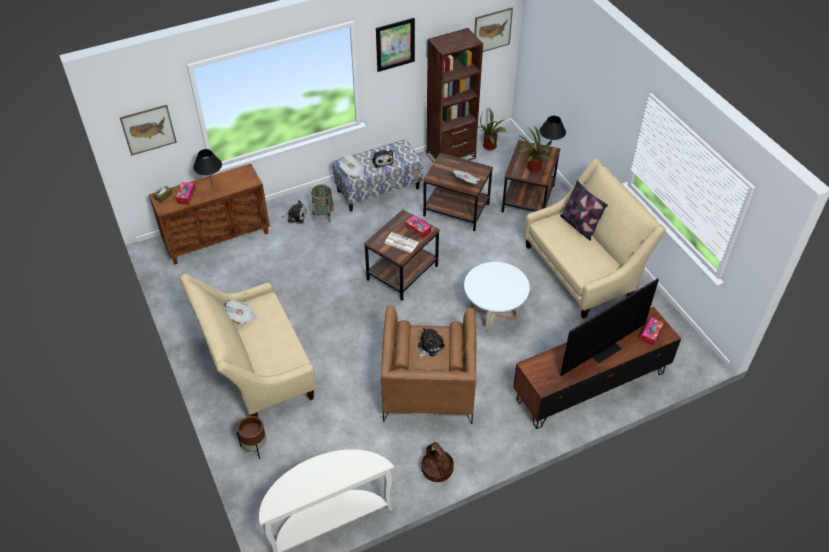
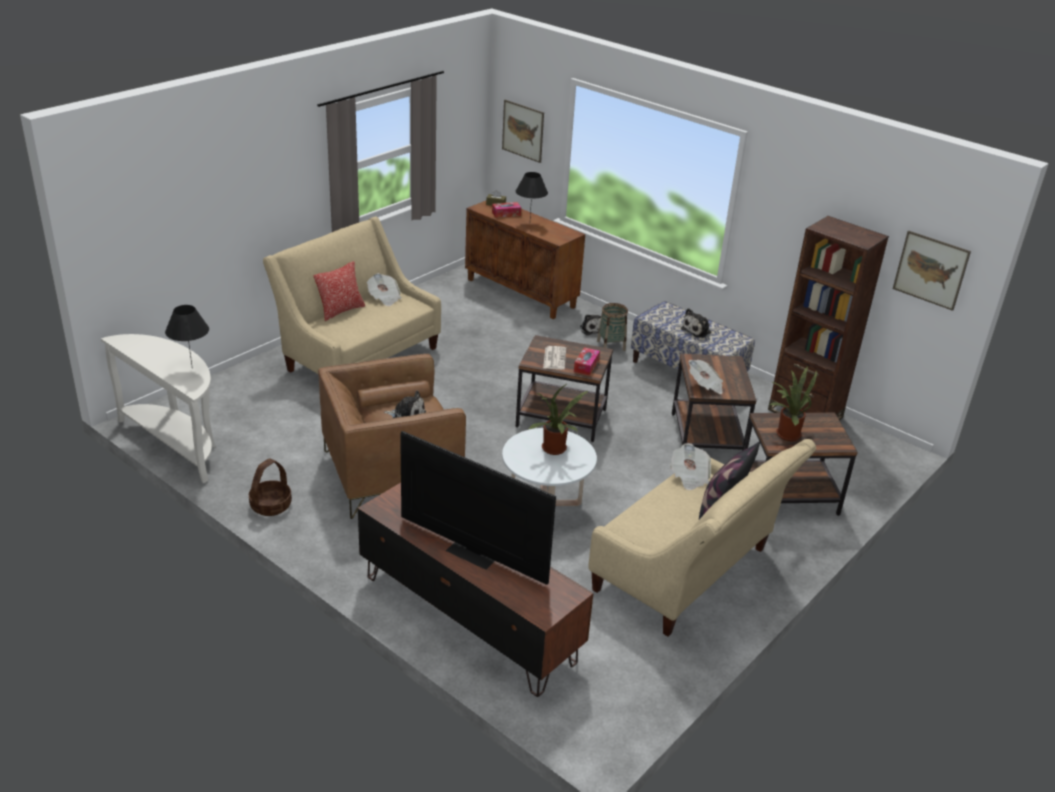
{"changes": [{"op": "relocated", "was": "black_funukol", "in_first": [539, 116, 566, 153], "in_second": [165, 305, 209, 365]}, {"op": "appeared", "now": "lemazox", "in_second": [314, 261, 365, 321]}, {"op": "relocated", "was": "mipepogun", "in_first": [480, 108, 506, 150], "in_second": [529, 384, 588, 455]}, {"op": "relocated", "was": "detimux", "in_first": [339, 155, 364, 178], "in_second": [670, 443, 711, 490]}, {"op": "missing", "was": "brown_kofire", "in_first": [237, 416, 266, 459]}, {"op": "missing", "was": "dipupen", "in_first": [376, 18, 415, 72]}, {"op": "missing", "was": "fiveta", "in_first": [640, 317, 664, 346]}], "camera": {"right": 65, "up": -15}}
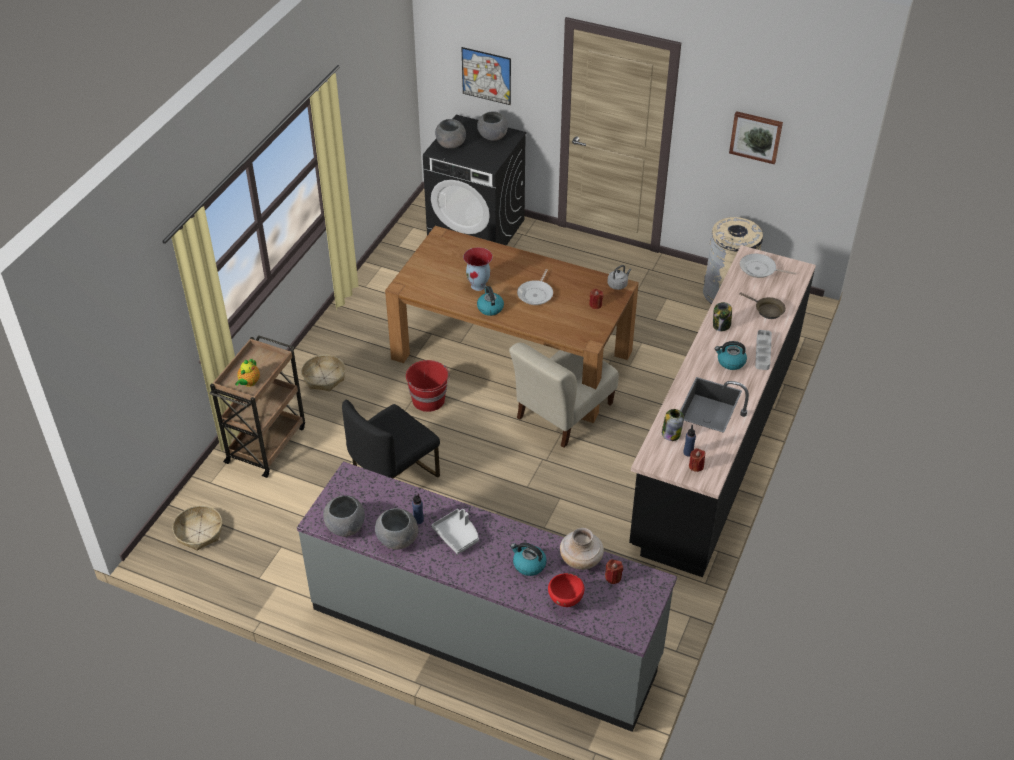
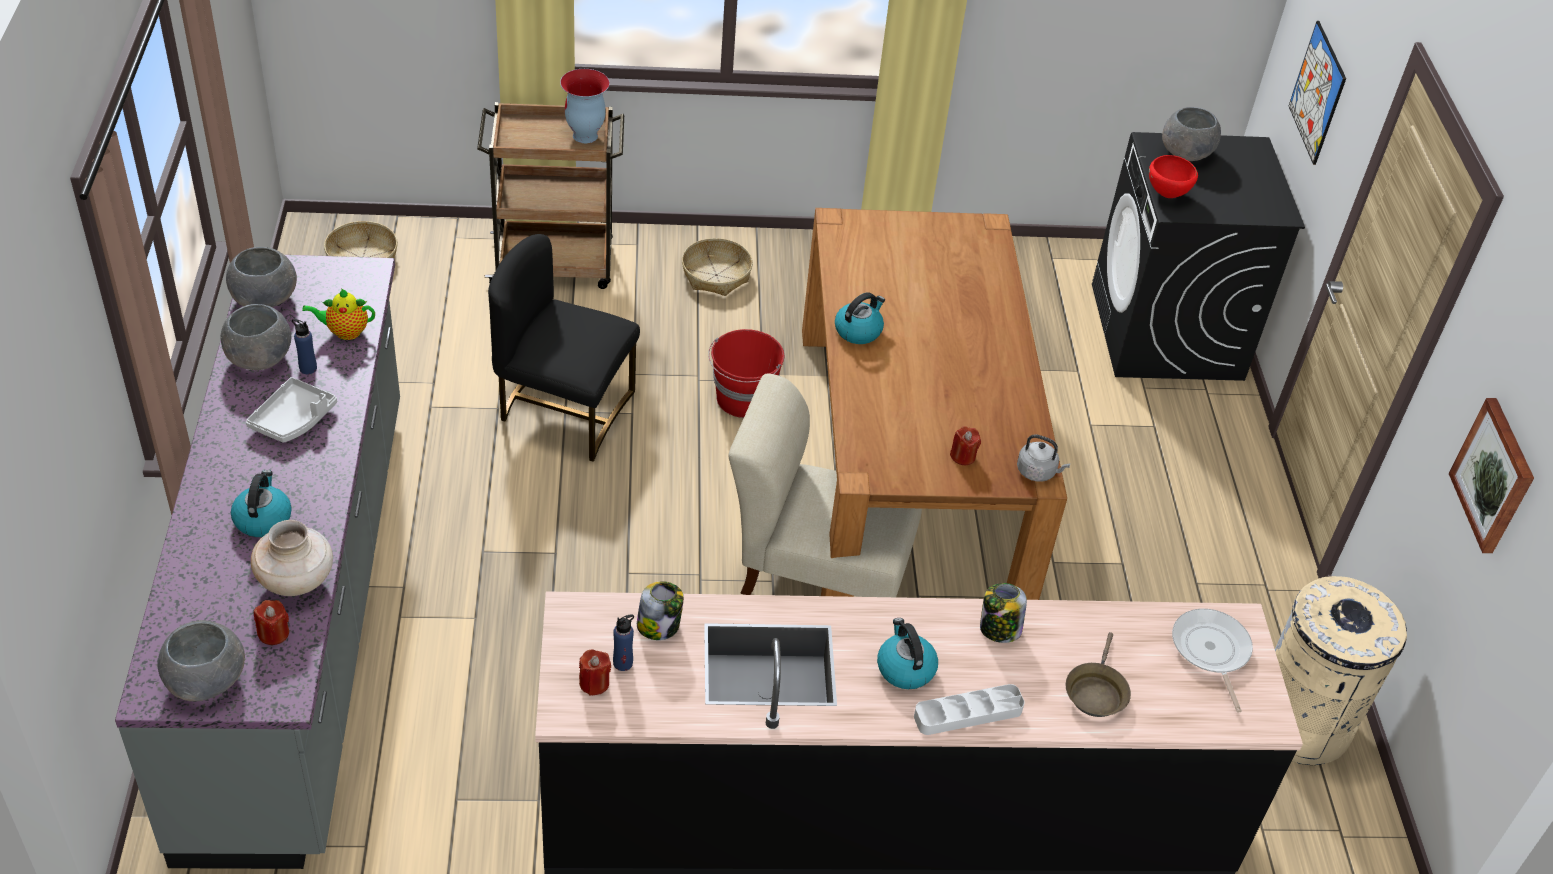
{"changes": [{"op": "relocated", "was": "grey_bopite", "in_first": [477, 111, 508, 141], "in_second": [157, 620, 245, 701]}, {"op": "relocated", "was": "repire", "in_first": [235, 358, 260, 387], "in_second": [303, 289, 375, 340]}, {"op": "relocated", "was": "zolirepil", "in_first": [463, 247, 493, 291], "in_second": [560, 69, 610, 143]}, {"op": "relocated", "was": "red_bopite", "in_first": [548, 573, 584, 607], "in_second": [1149, 155, 1198, 198]}, {"op": "missing", "was": "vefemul", "in_first": [517, 269, 553, 305]}], "camera": {"right": 60, "up": 0}}
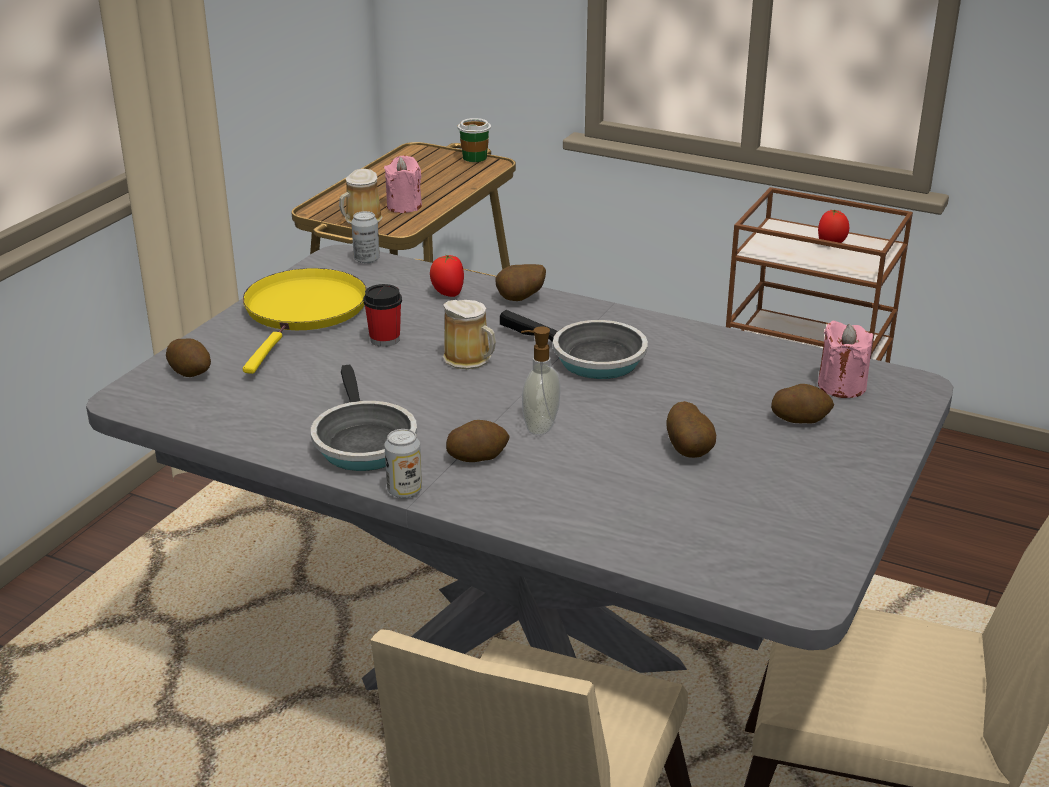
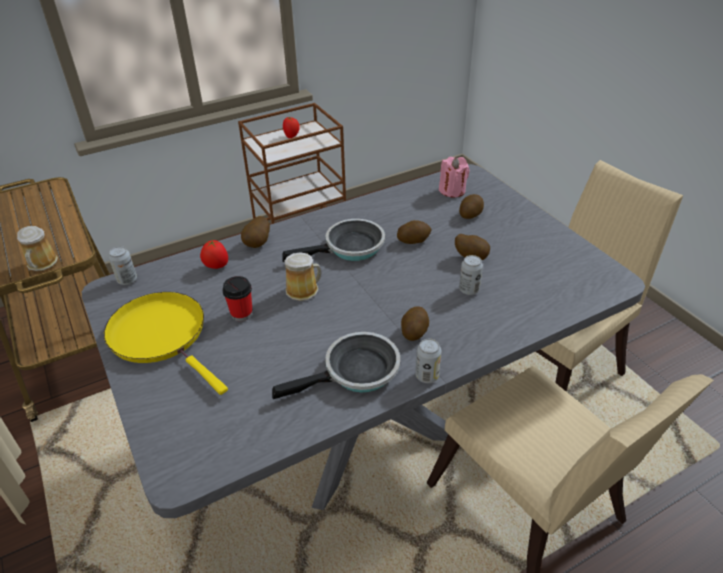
{"changes": [{"op": "spun", "was": "vefemul", "in_first": [311, 365, 417, 471], "in_second": [272, 332, 400, 399], "clockwise": -45}, {"op": "relocated", "was": "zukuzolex", "in_first": [166, 338, 211, 377], "in_second": [397, 220, 432, 244]}, {"op": "appeared", "now": "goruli", "in_second": [459, 255, 483, 295]}, {"op": "missing", "was": "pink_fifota", "in_first": [384, 155, 422, 213]}, {"op": "missing", "was": "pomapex", "in_first": [458, 118, 491, 162]}, {"op": "missing", "was": "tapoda", "in_first": [521, 326, 560, 435]}], "camera": {"right": -55, "up": 10}}
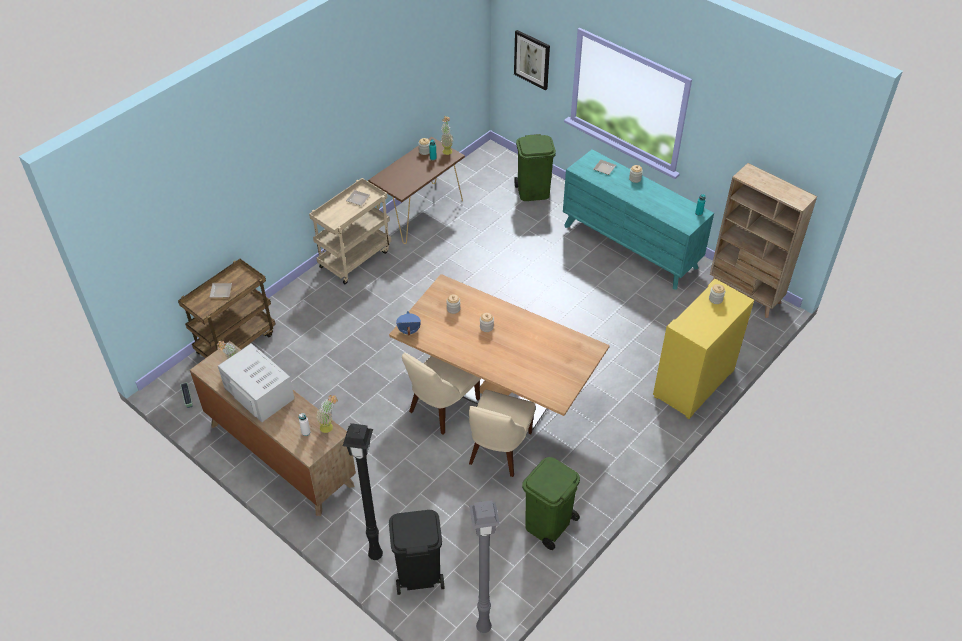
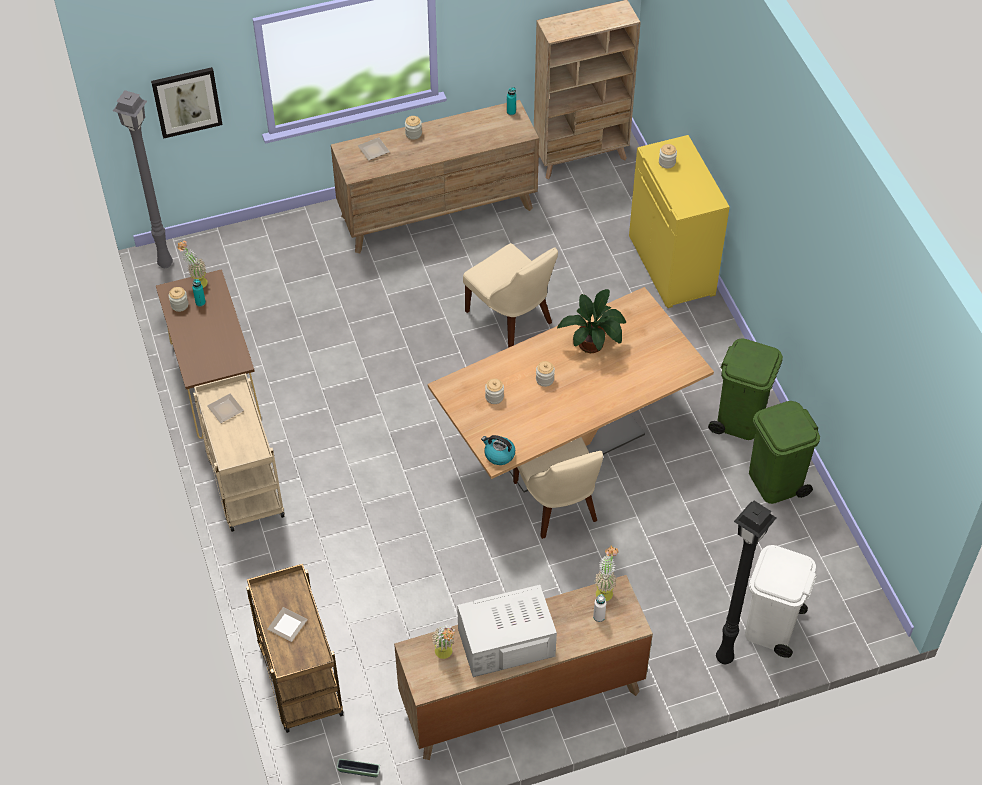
{"changes": [{"op": "relocated", "was": "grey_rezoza", "in_first": [469, 500, 500, 633], "in_second": [113, 90, 173, 268]}, {"op": "colour", "was": "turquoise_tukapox", "now": "brown_tukapox", "in_first": [563, 150, 714, 290], "in_second": [331, 100, 539, 253]}, {"op": "relocated", "was": "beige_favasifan", "in_first": [469, 390, 536, 477], "in_second": [463, 243, 558, 348]}, {"op": "exchanged", "was": "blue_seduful", "now": "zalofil", "in_first": [396, 311, 421, 336], "in_second": [481, 435, 515, 465]}, {"op": "appeared", "now": "mipepogun", "in_second": [557, 289, 626, 353]}, {"op": "relocated", "was": "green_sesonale", "in_first": [514, 134, 556, 201], "in_second": [708, 338, 783, 440]}, {"op": "colour", "was": "black_sesonale", "now": "white_sesonale", "in_first": [389, 510, 445, 595], "in_second": [745, 545, 816, 658]}], "camera": {"right": -60, "up": 5}}
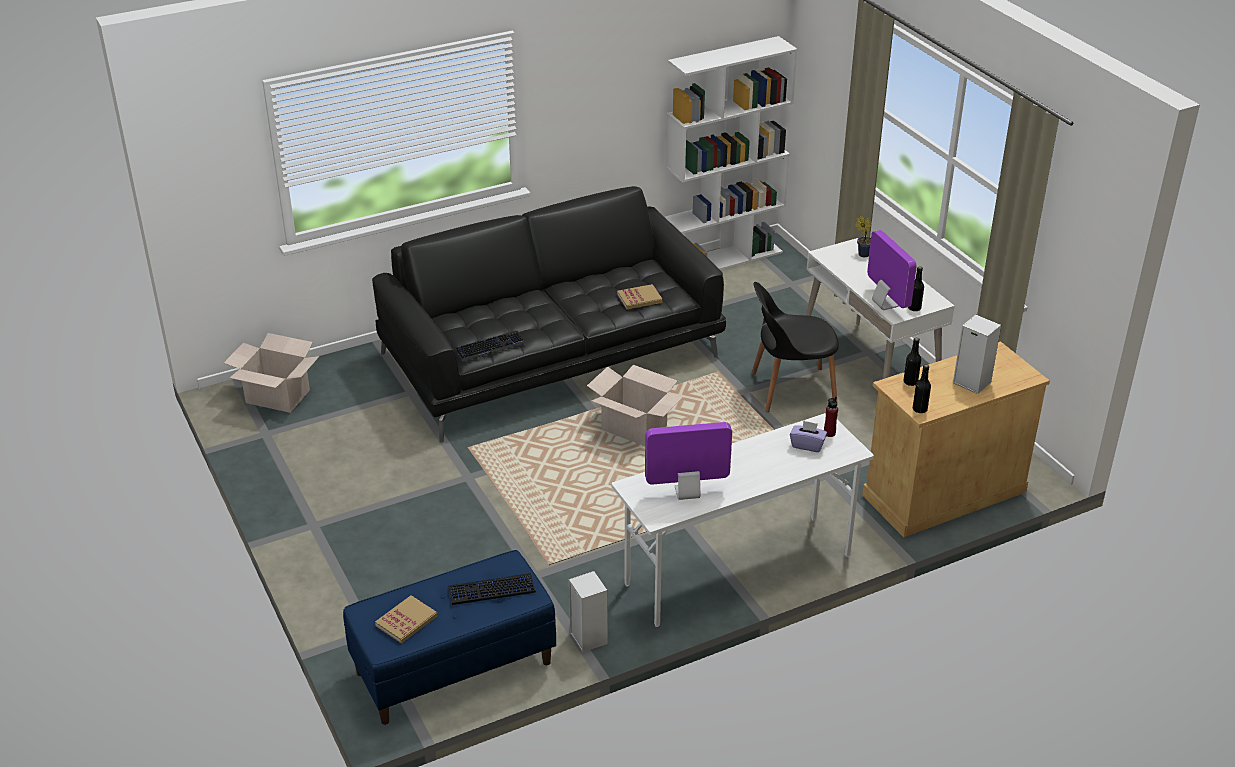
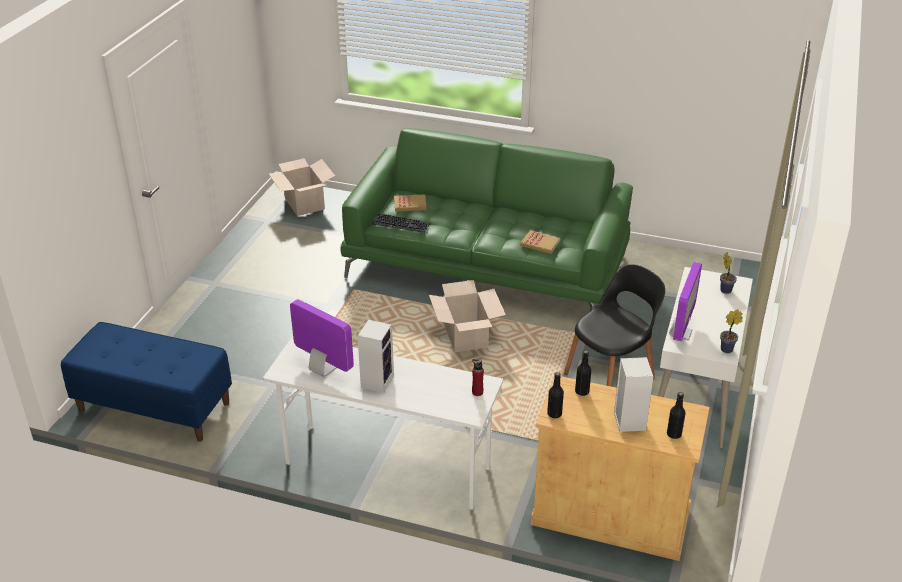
{"changes": [{"op": "colour", "was": "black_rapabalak", "now": "green_rapabalak", "in_first": [372, 186, 726, 443], "in_second": [340, 128, 633, 312]}, {"op": "relocated", "was": "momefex", "in_first": [569, 571, 608, 653], "in_second": [358, 319, 394, 393]}, {"op": "relocated", "was": "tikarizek", "in_first": [375, 595, 438, 643], "in_second": [394, 194, 427, 212]}, {"op": "spun", "was": "black_favasifan", "in_first": [751, 282, 839, 412], "in_second": [564, 264, 665, 386], "clockwise": 105}, {"op": "relocated", "was": "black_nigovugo", "in_first": [908, 266, 924, 311], "in_second": [667, 392, 686, 439]}, {"op": "appeared", "now": "mipepogun", "in_second": [720, 309, 743, 353]}, {"op": "missing", "was": "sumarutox", "in_first": [448, 573, 536, 605]}, {"op": "missing", "was": "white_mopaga", "in_first": [665, 36, 798, 270]}, {"op": "missing", "was": "purple_fiveta", "in_first": [790, 420, 827, 452]}], "camera": {"right": 45, "up": 0}}
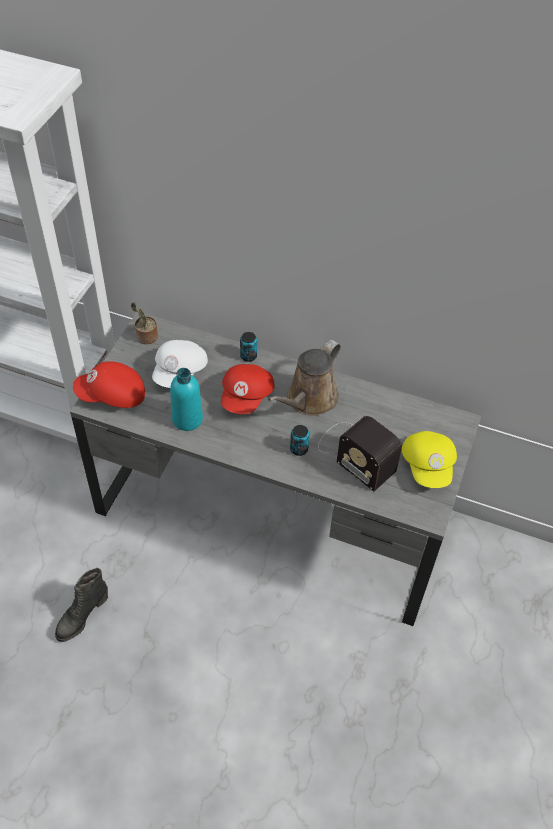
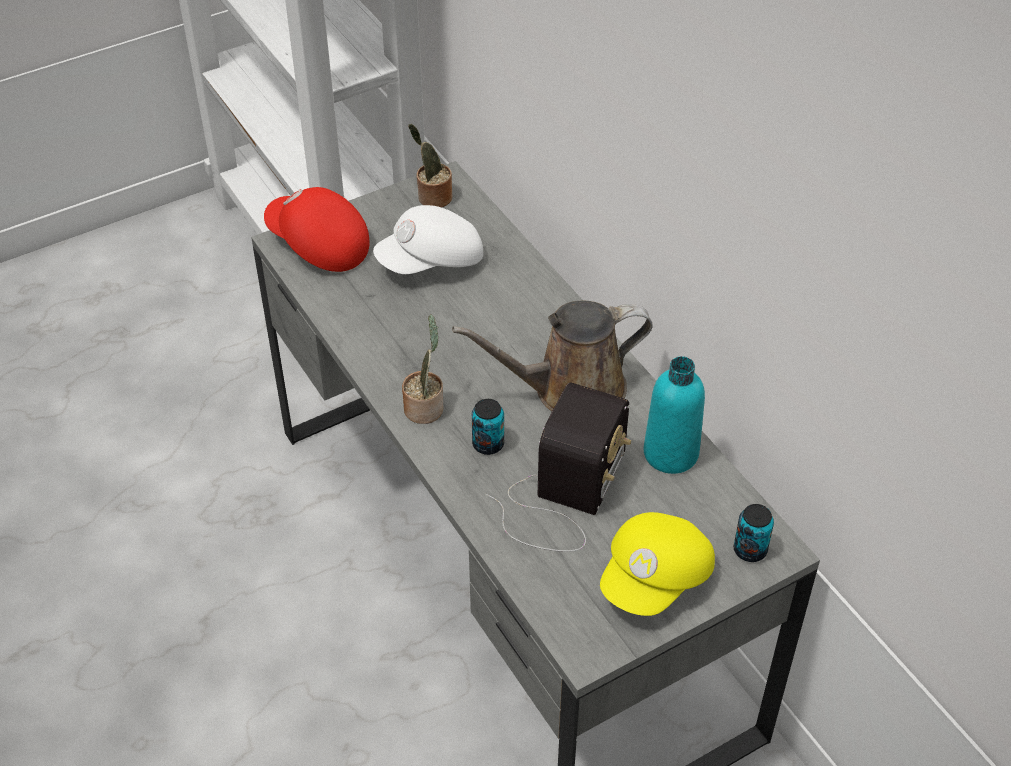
{"changes": [{"op": "appeared", "now": "mipepogun", "in_second": [402, 314, 444, 424]}, {"op": "spun", "was": "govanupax", "in_first": [318, 416, 402, 491], "in_second": [485, 382, 631, 552], "clockwise": -150}, {"op": "relocated", "was": "turquoise_nigovugo", "in_first": [170, 368, 203, 431], "in_second": [644, 356, 705, 474]}, {"op": "relocated", "was": "goruli", "in_first": [240, 332, 257, 362], "in_second": [734, 504, 774, 562]}, {"op": "missing", "was": "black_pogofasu", "in_first": [55, 568, 108, 642]}, {"op": "missing", "was": "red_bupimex", "in_first": [221, 364, 275, 414]}], "camera": {"right": 40, "up": -5}}
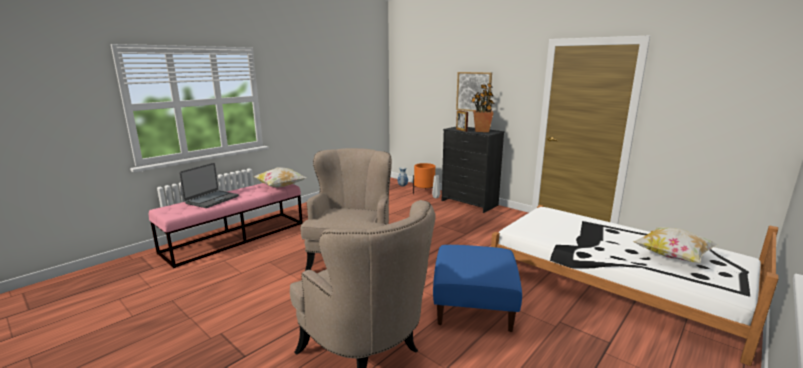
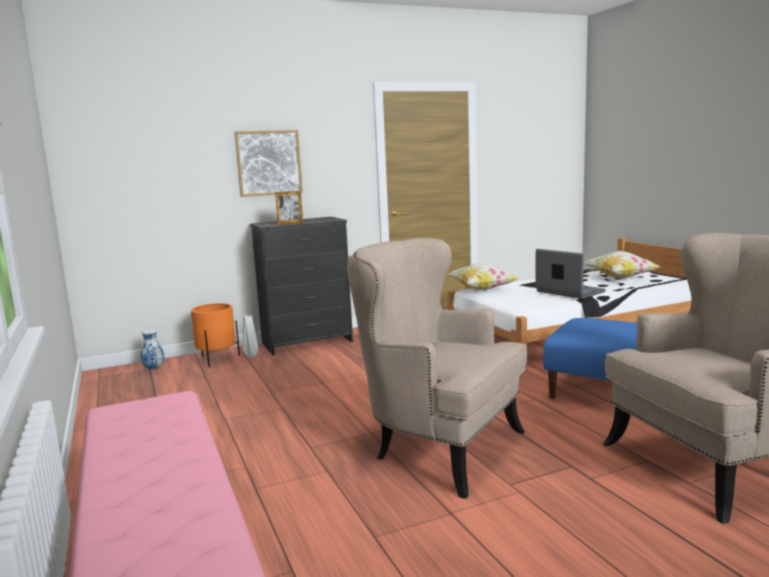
{"changes": [{"op": "relocated", "was": "lemazox", "in_first": [254, 167, 306, 187], "in_second": [448, 262, 520, 291]}, {"op": "relocated", "was": "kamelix", "in_first": [179, 163, 239, 208], "in_second": [535, 249, 605, 299]}, {"op": "missing", "was": "mipepogun", "in_first": [471, 83, 494, 132]}], "camera": {"right": -65, "up": -5}}
